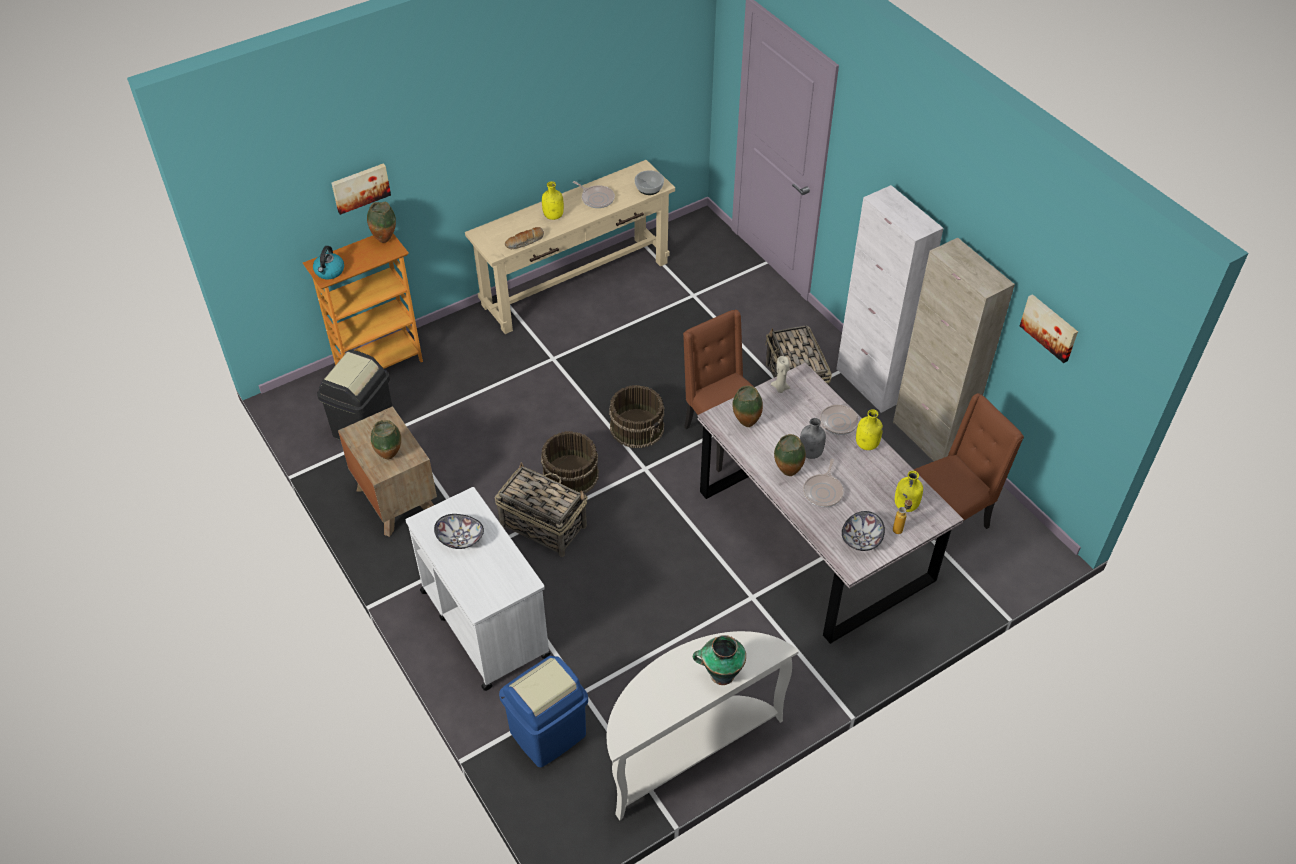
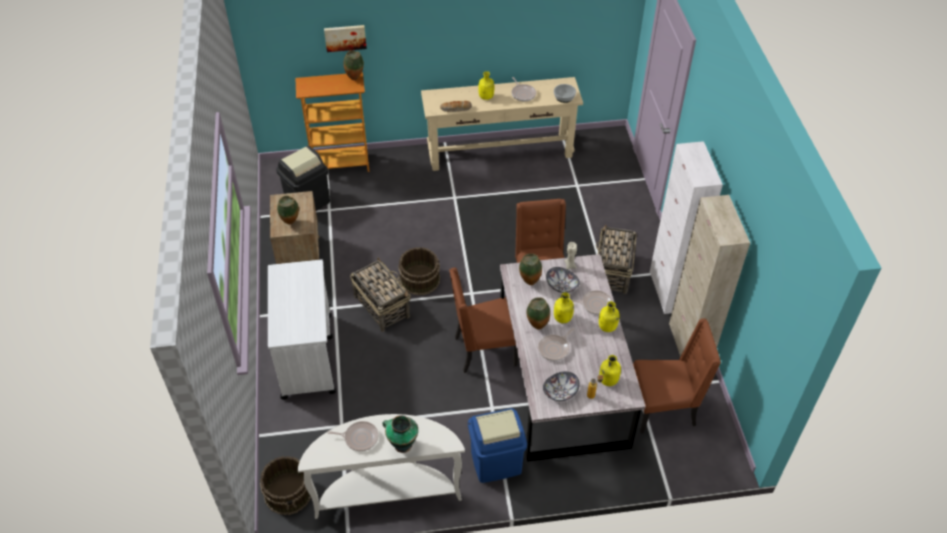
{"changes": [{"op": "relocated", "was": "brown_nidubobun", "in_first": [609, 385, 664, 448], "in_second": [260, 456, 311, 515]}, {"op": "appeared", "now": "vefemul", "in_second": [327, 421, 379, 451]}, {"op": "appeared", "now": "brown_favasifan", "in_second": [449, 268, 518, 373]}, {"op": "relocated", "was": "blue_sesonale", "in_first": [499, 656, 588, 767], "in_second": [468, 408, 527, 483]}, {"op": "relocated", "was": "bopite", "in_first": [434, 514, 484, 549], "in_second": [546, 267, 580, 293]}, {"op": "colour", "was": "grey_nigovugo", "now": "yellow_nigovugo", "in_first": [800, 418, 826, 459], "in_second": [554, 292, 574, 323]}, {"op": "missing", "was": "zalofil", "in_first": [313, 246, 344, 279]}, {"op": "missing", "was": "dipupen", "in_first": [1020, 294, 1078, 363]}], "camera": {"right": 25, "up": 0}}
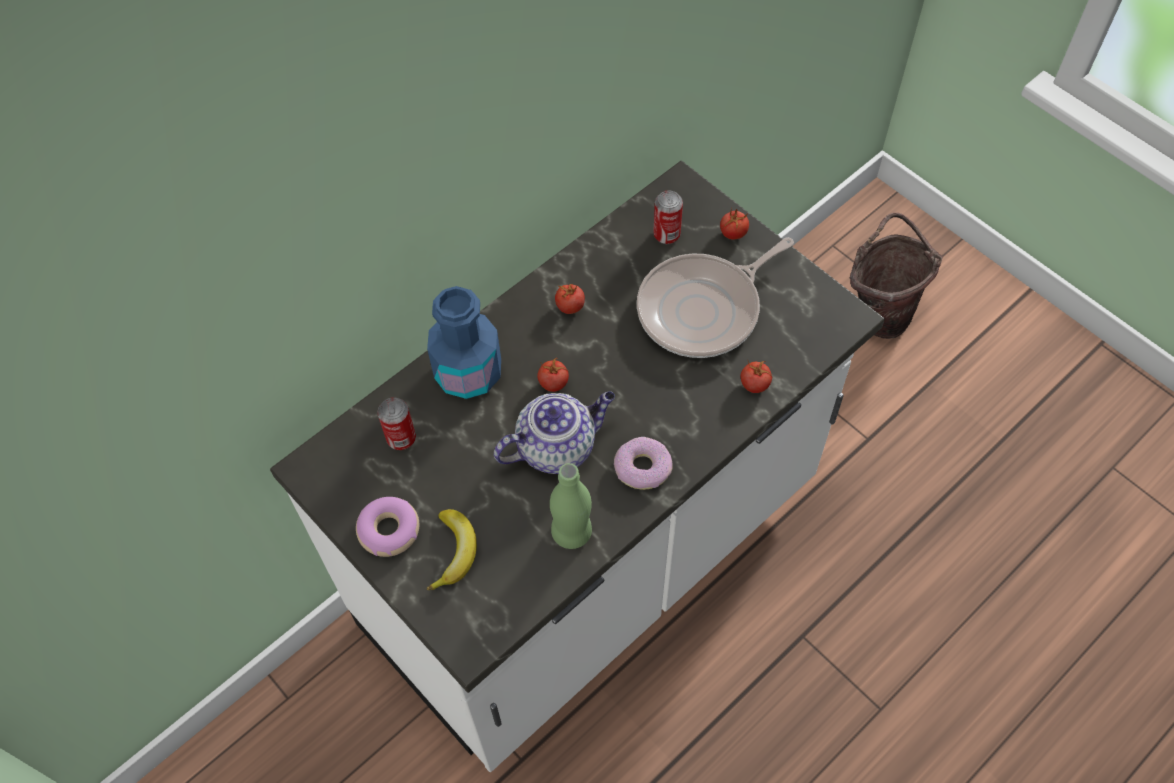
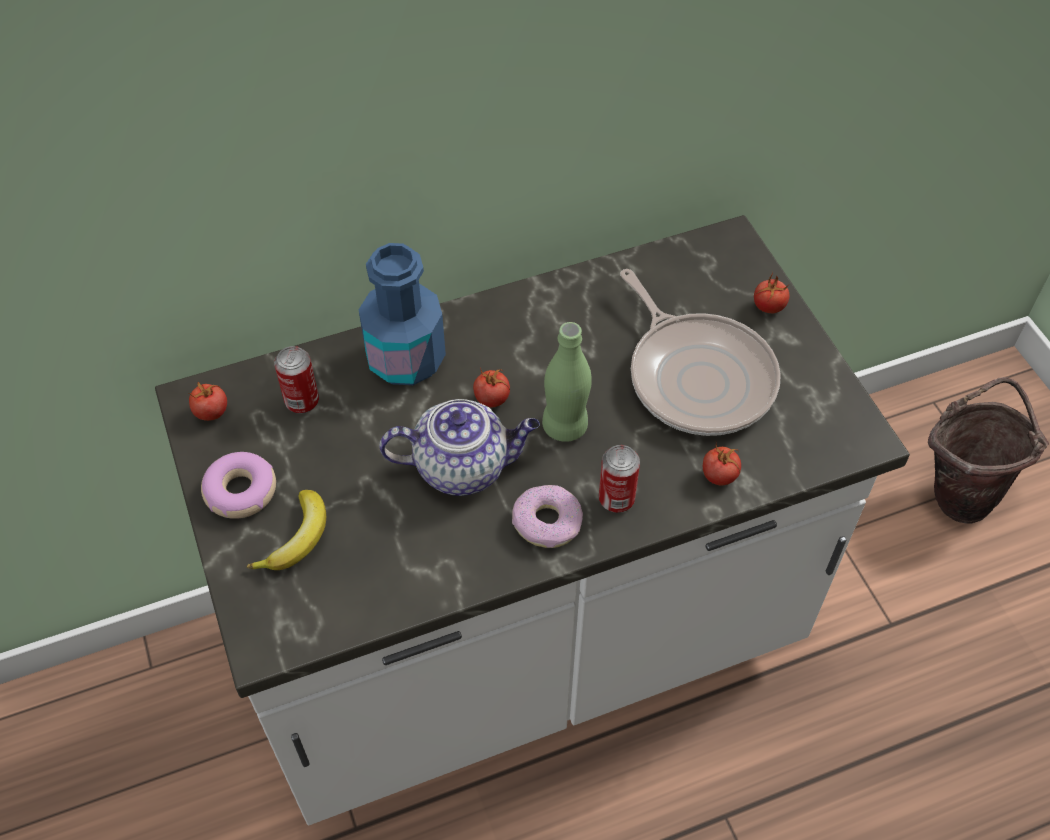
{"changes": [{"op": "relocated", "was": "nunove", "in_first": [555, 284, 585, 314], "in_second": [189, 382, 227, 421]}, {"op": "relocated", "was": "green_nigovugo", "in_first": [550, 463, 592, 549], "in_second": [542, 322, 592, 442]}, {"op": "relocated", "was": "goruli", "in_first": [653, 190, 683, 244], "in_second": [599, 445, 640, 513]}, {"op": "spun", "was": "vefemul", "in_first": [637, 237, 794, 358], "in_second": [620, 269, 781, 436], "clockwise": -105}], "camera": {"right": 20, "up": -5}}
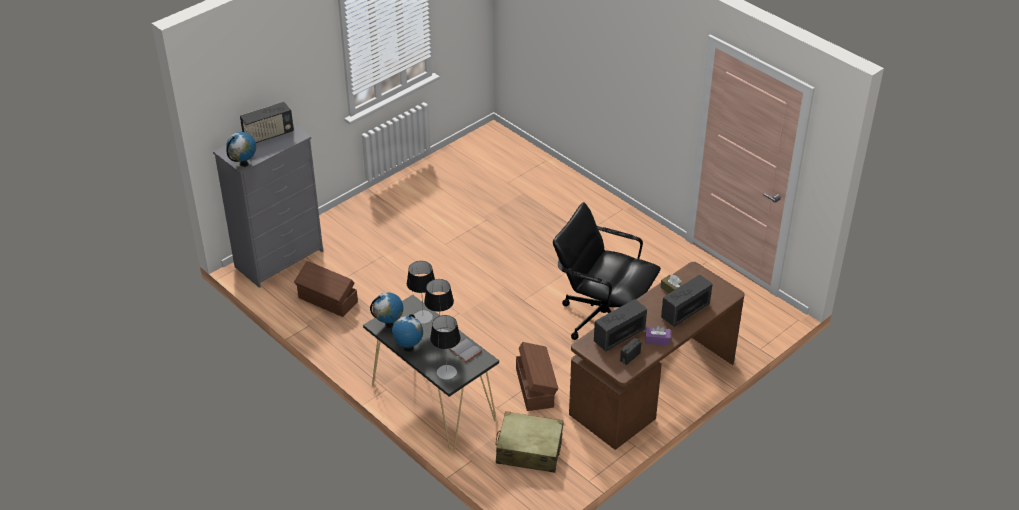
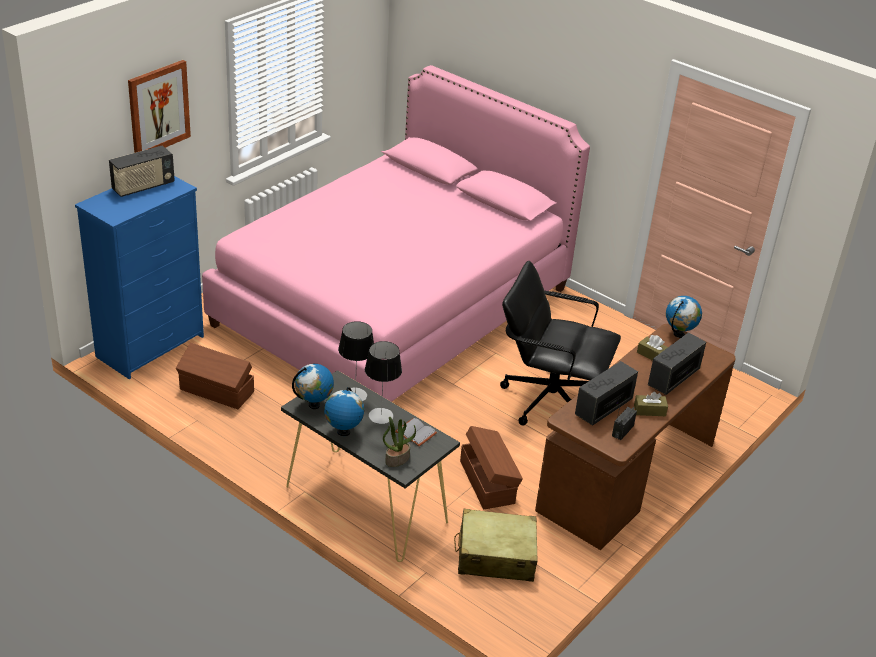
{"changes": [{"op": "colour", "was": "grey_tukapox", "now": "blue_tukapox", "in_first": [213, 124, 323, 288], "in_second": [75, 176, 204, 379]}, {"op": "appeared", "now": "dipupen", "in_second": [128, 60, 191, 153]}, {"op": "appeared", "now": "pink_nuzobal", "in_second": [202, 65, 590, 402]}, {"op": "exchanged", "was": "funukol", "now": "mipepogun", "in_first": [430, 315, 461, 380], "in_second": [383, 416, 416, 467]}, {"op": "colour", "was": "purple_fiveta", "now": "brown_fiveta", "in_first": [645, 326, 671, 346], "in_second": [634, 391, 668, 416]}, {"op": "relocated", "was": "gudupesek", "in_first": [226, 132, 256, 167], "in_second": [666, 296, 702, 338]}], "camera": {"right": -10, "up": -5}}
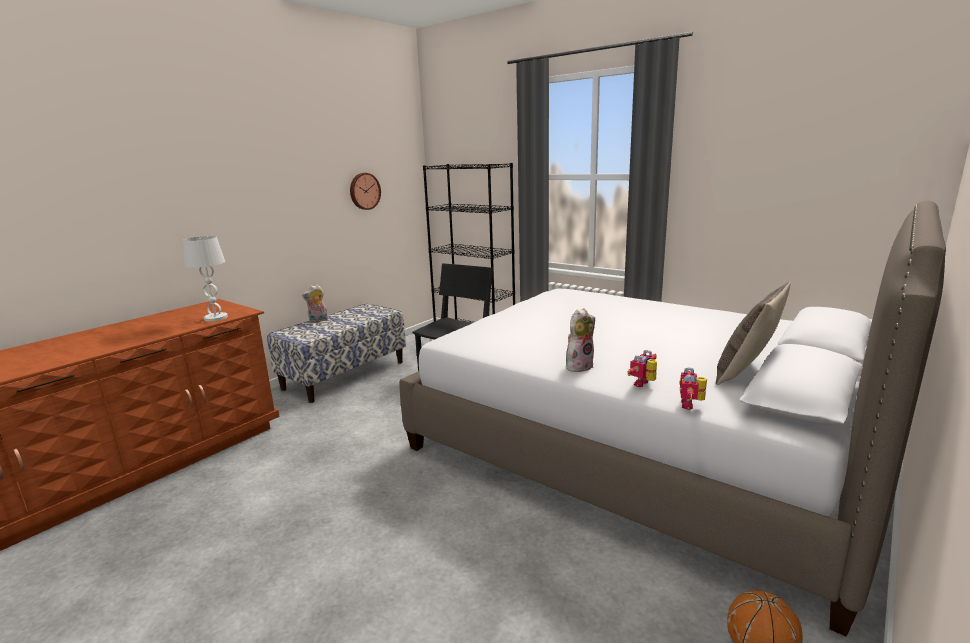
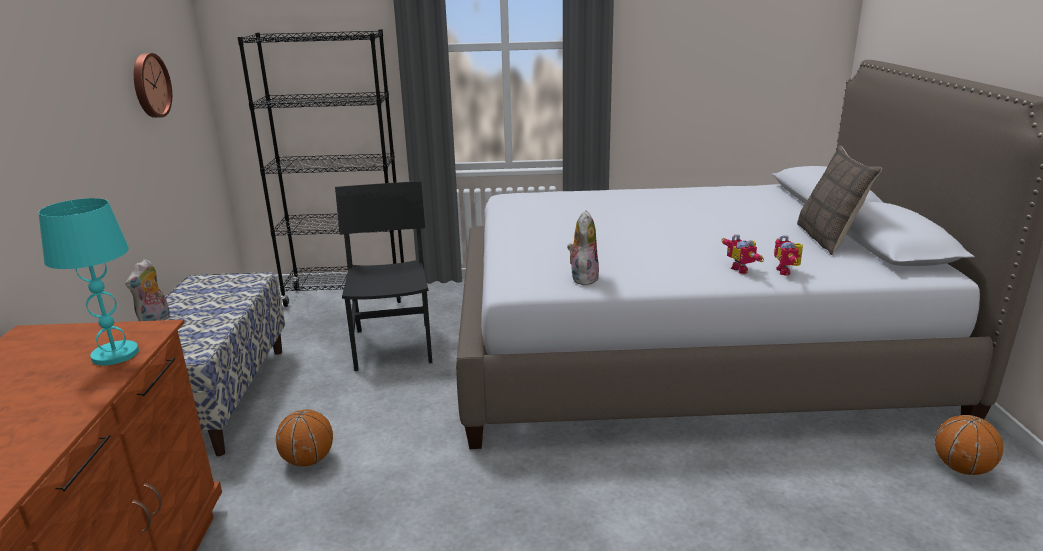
{"changes": [{"op": "colour", "was": "white_funukol", "now": "turquoise_funukol", "in_first": [183, 236, 228, 322], "in_second": [39, 198, 139, 366]}, {"op": "appeared", "now": "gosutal", "in_second": [276, 409, 333, 467]}, {"op": "relocated", "was": "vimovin", "in_first": [566, 308, 595, 372], "in_second": [567, 210, 599, 285]}, {"op": "relocated", "was": "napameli", "in_first": [679, 367, 707, 410], "in_second": [722, 234, 764, 274]}], "camera": {"right": -40, "up": 5}}
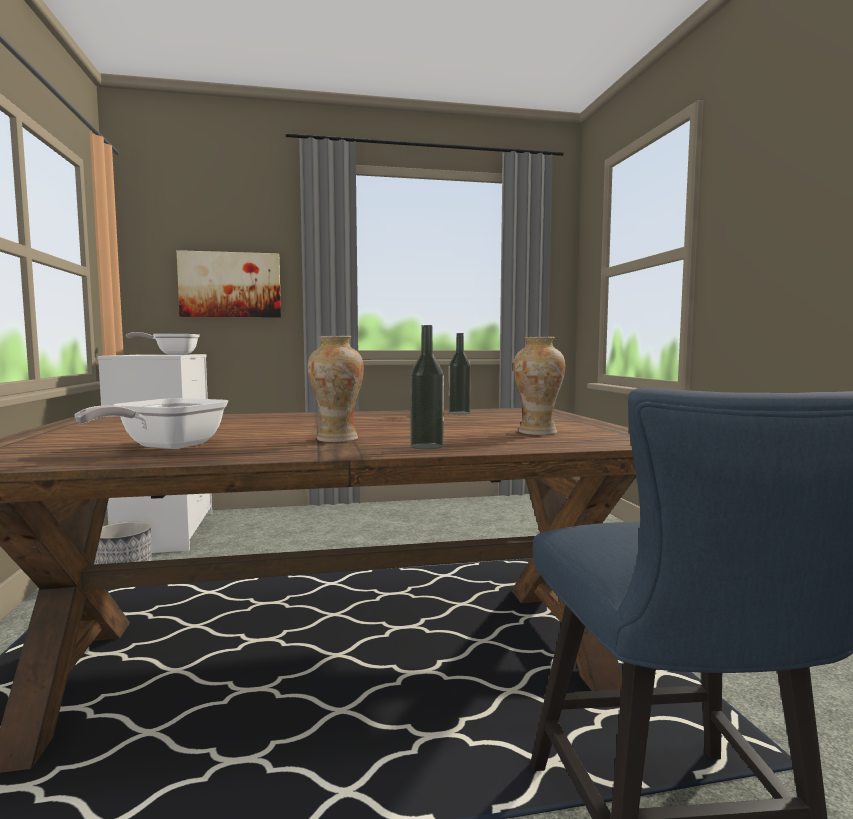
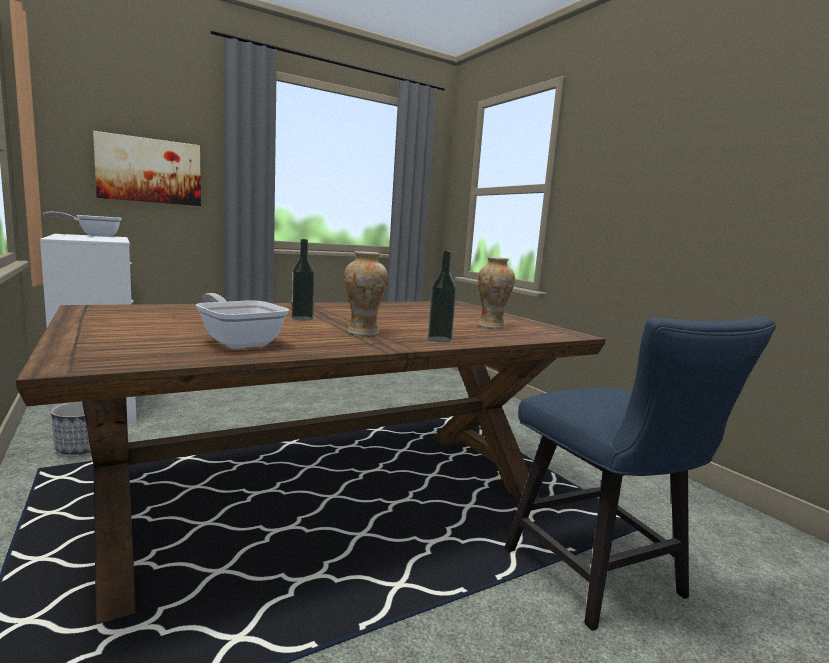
{"changes": [{"op": "spun", "was": "vefemul", "in_first": [74, 398, 228, 449], "in_second": [196, 293, 289, 348], "clockwise": 135}, {"op": "relocated", "was": "nigovugo", "in_first": [449, 333, 471, 414], "in_second": [291, 239, 315, 320]}], "camera": {"right": -20, "up": 5}}
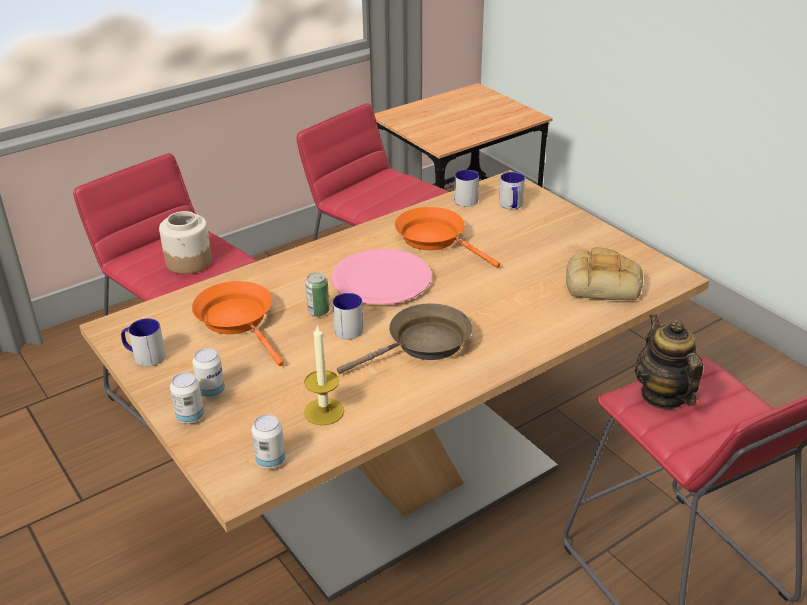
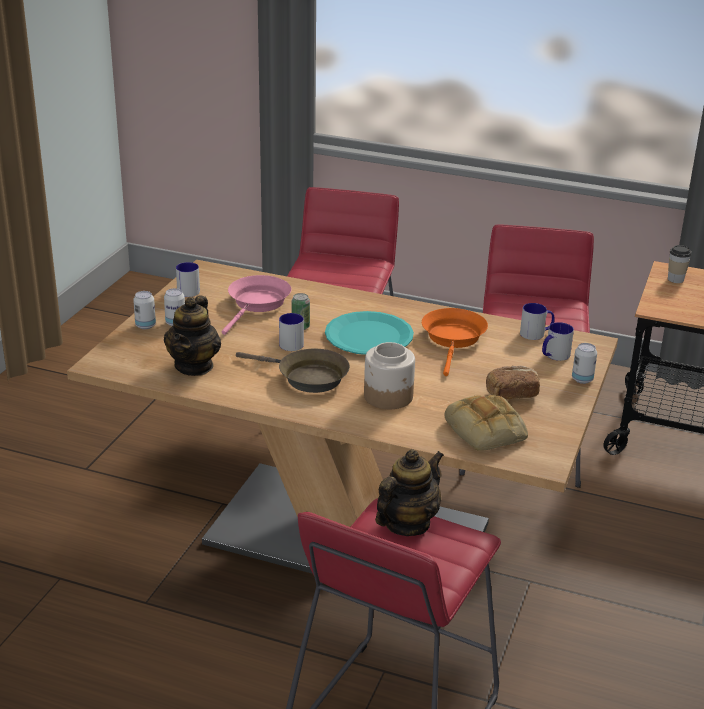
{"changes": [{"op": "exchanged", "was": "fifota", "now": "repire", "in_first": [304, 324, 344, 426], "in_second": [164, 296, 221, 376]}, {"op": "colour", "was": "orange_vefemul", "now": "pink_vefemul", "in_first": [192, 281, 284, 366], "in_second": [222, 275, 292, 335]}, {"op": "colour", "was": "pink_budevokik", "now": "turquoise_budevokik", "in_first": [331, 249, 432, 305], "in_second": [325, 311, 414, 355]}, {"op": "relocated", "was": "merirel", "in_first": [159, 211, 212, 274], "in_second": [364, 342, 415, 409]}, {"op": "appeared", "now": "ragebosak", "in_second": [486, 366, 540, 399]}, {"op": "relocated", "was": "goruli", "in_first": [252, 414, 286, 469], "in_second": [572, 343, 597, 384]}, {"op": "appeared", "now": "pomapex", "in_second": [668, 245, 692, 283]}], "camera": {"right": 55, "up": -5}}
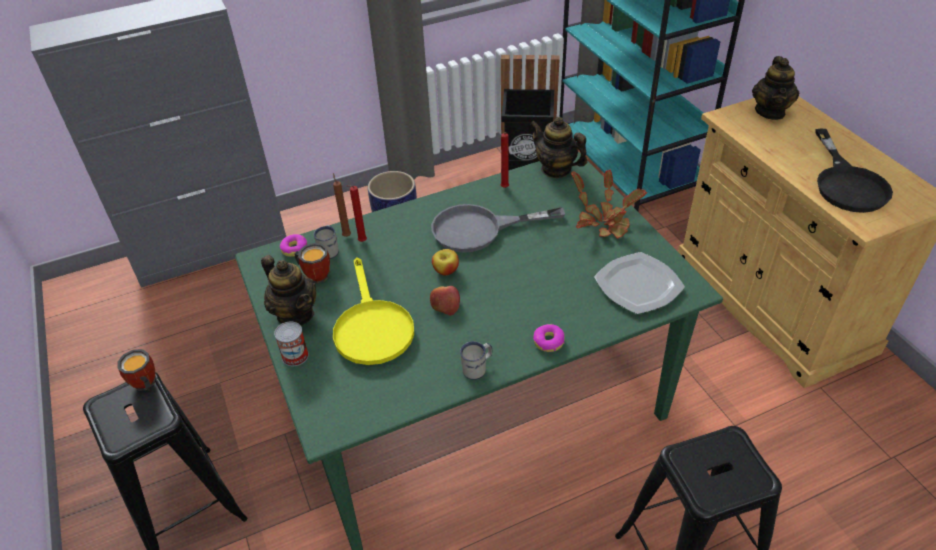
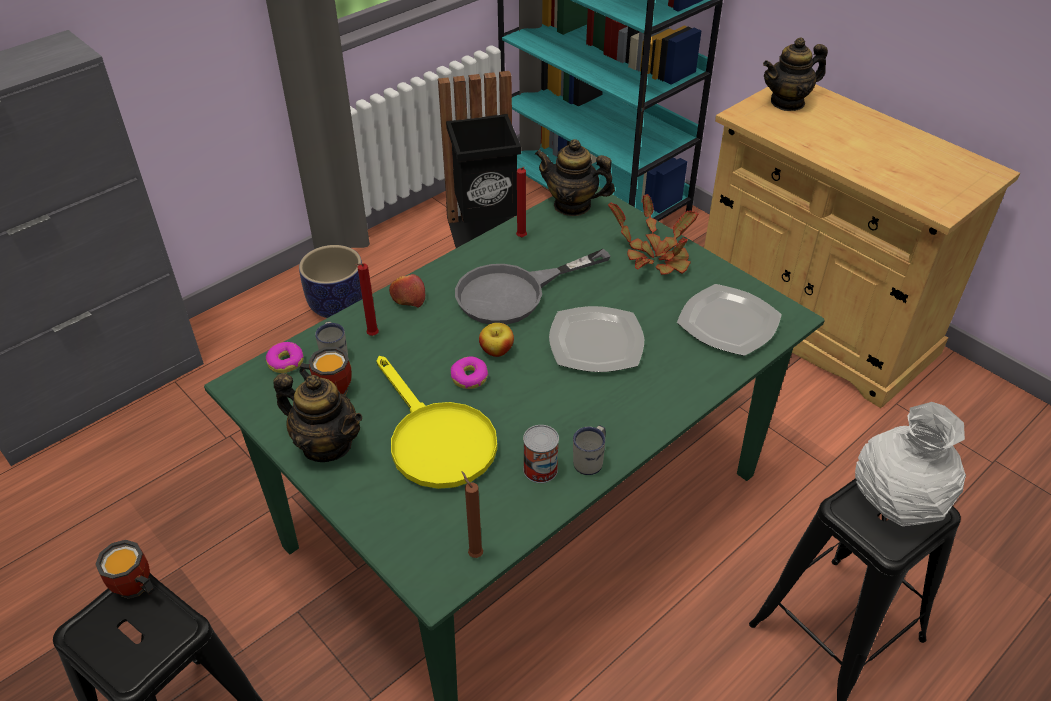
{"changes": [{"op": "relocated", "was": "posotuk", "in_first": [430, 286, 460, 316], "in_second": [389, 274, 425, 308]}, {"op": "relocated", "was": "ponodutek", "in_first": [533, 324, 565, 352], "in_second": [451, 357, 489, 389]}, {"op": "relocated", "was": "brown_fifota", "in_first": [333, 173, 351, 237], "in_second": [462, 471, 483, 558]}, {"op": "relocated", "was": "goruli", "in_first": [274, 321, 309, 366], "in_second": [523, 425, 559, 483]}, {"op": "appeared", "now": "budevokik", "in_second": [549, 306, 644, 372]}, {"op": "spun", "was": "repire", "in_first": [752, 56, 800, 120], "in_second": [763, 37, 828, 111], "clockwise": 75}, {"op": "appeared", "now": "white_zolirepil", "in_second": [855, 402, 966, 526]}, {"op": "missing", "was": "black_vefemul", "in_first": [815, 129, 893, 213]}], "camera": {"right": -20, "up": 0}}
